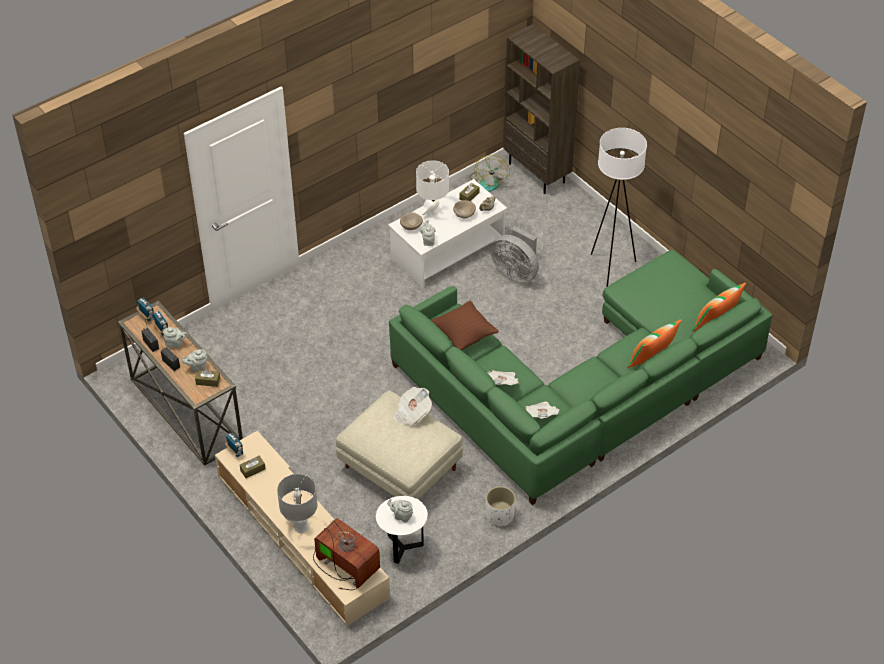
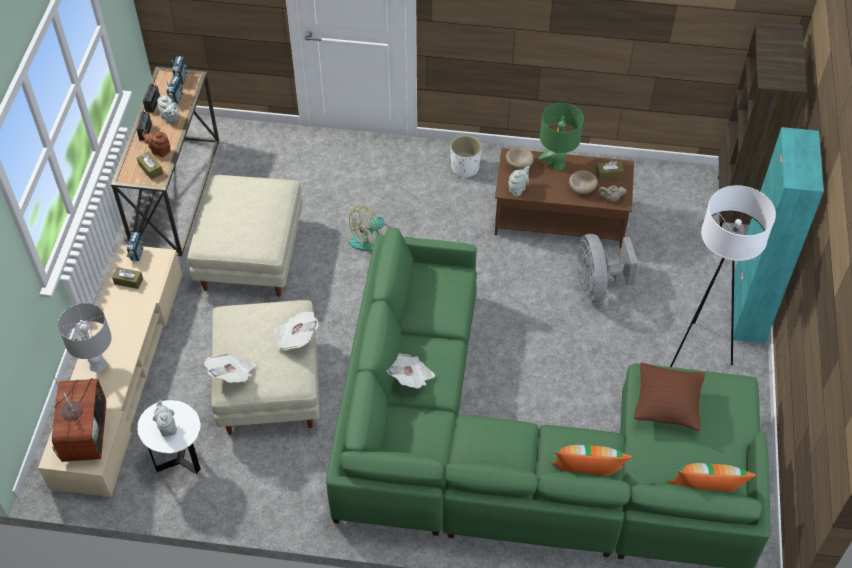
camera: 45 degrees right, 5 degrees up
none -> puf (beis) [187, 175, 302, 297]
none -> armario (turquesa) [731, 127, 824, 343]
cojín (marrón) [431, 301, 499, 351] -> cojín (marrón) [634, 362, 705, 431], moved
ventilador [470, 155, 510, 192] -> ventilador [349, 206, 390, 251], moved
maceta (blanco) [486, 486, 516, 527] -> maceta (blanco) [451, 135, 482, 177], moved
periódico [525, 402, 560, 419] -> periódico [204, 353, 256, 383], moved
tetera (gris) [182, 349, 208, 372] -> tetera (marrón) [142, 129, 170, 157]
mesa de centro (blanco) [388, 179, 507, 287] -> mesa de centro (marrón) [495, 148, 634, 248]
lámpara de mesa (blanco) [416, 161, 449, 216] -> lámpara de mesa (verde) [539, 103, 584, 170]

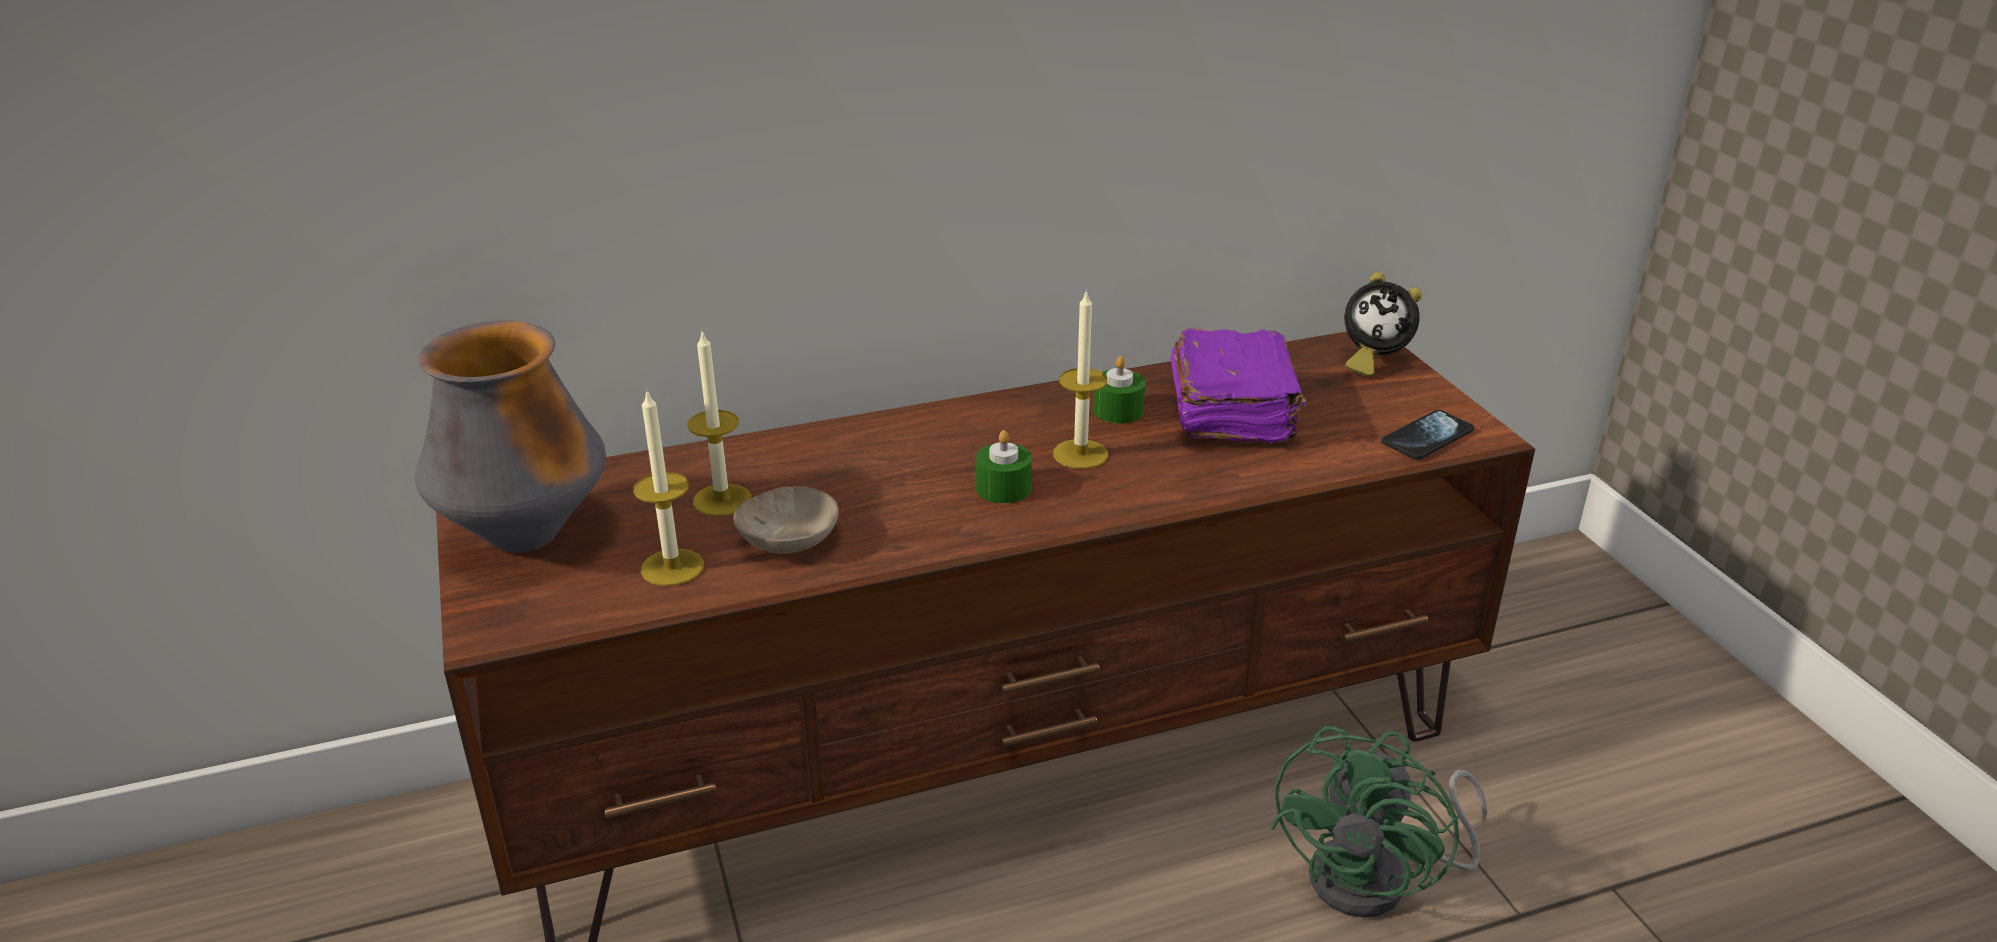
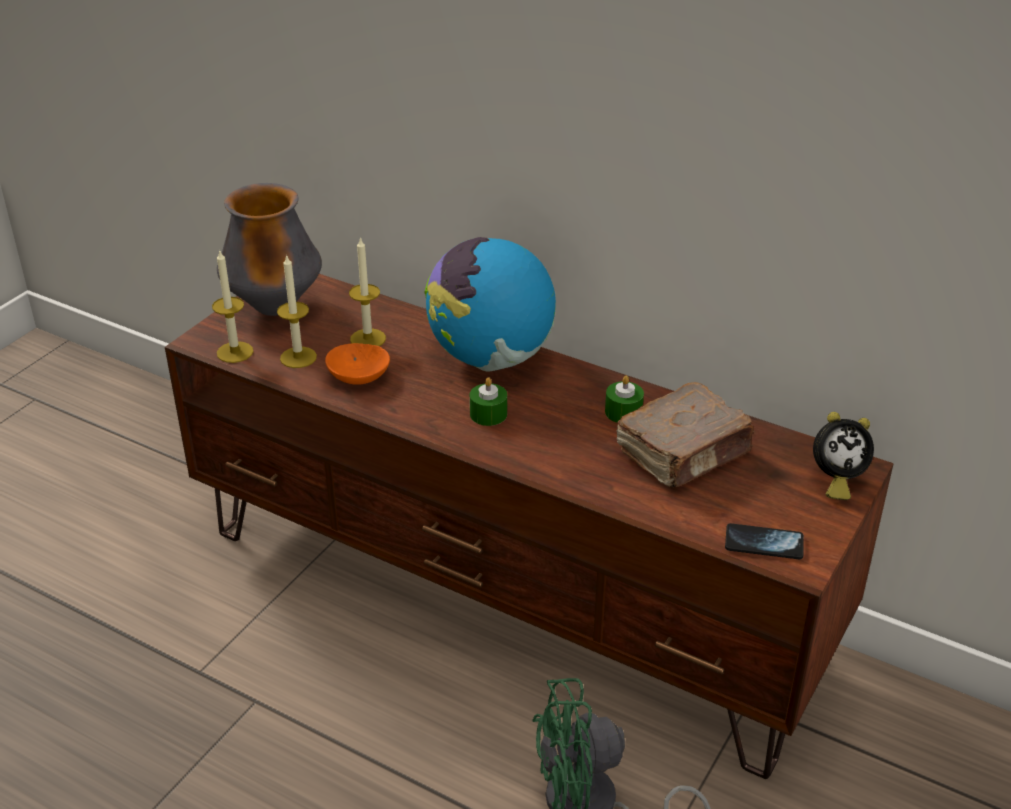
camera: 50 degrees right, 5 degrees up
none -> globo terráqueo [425, 237, 556, 371]
vela [1053, 289, 1108, 469] -> vela [212, 249, 253, 363], moved
cuenco (beis) [733, 486, 839, 554] -> cuenco (naranja) [325, 343, 390, 385]
libro (morado) [1170, 328, 1306, 443] -> libro (marrón) [616, 382, 754, 488]
despertador [1344, 272, 1422, 377] -> despertador [813, 412, 874, 500], 75 degrees counterclockwise

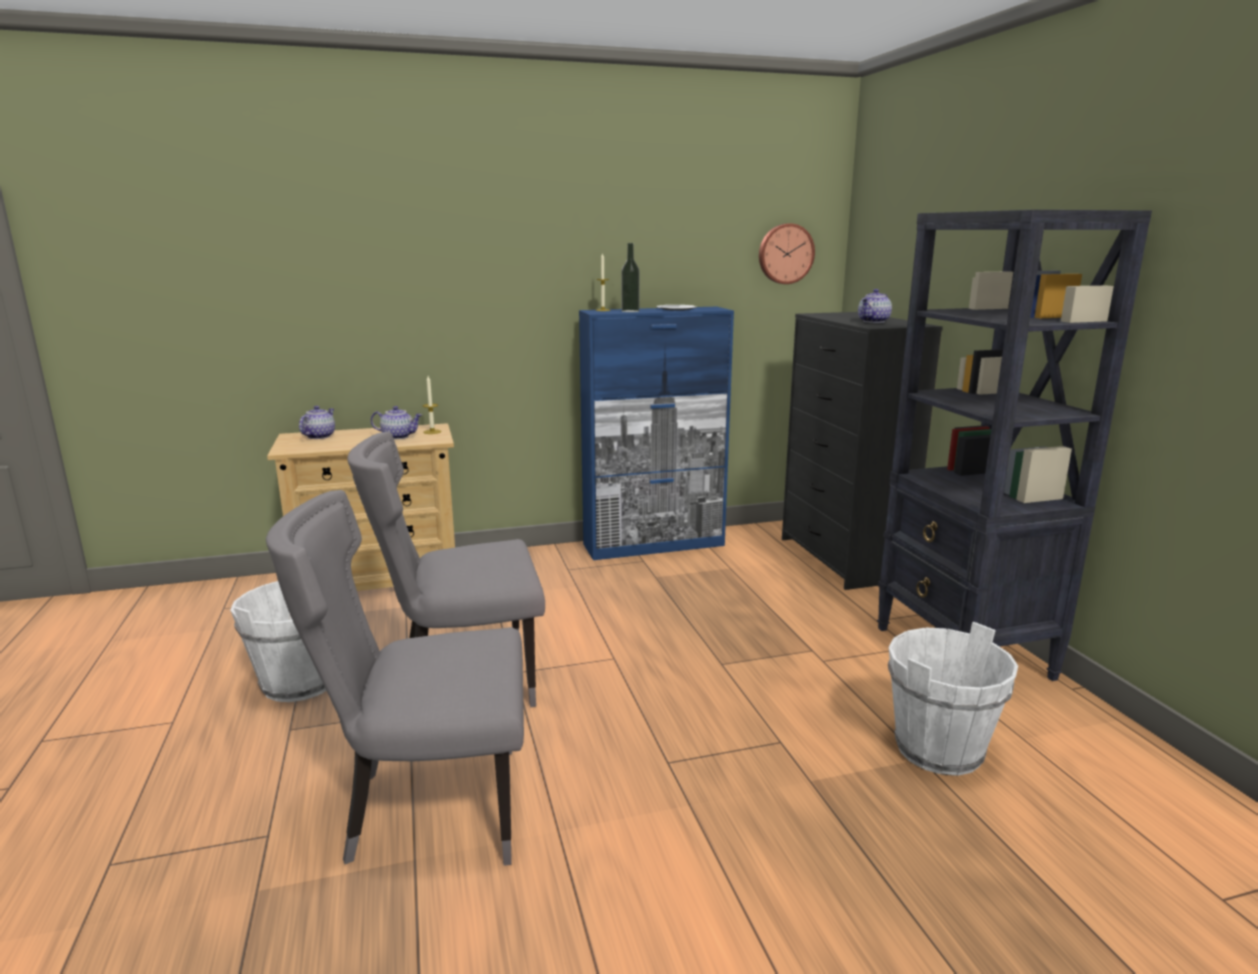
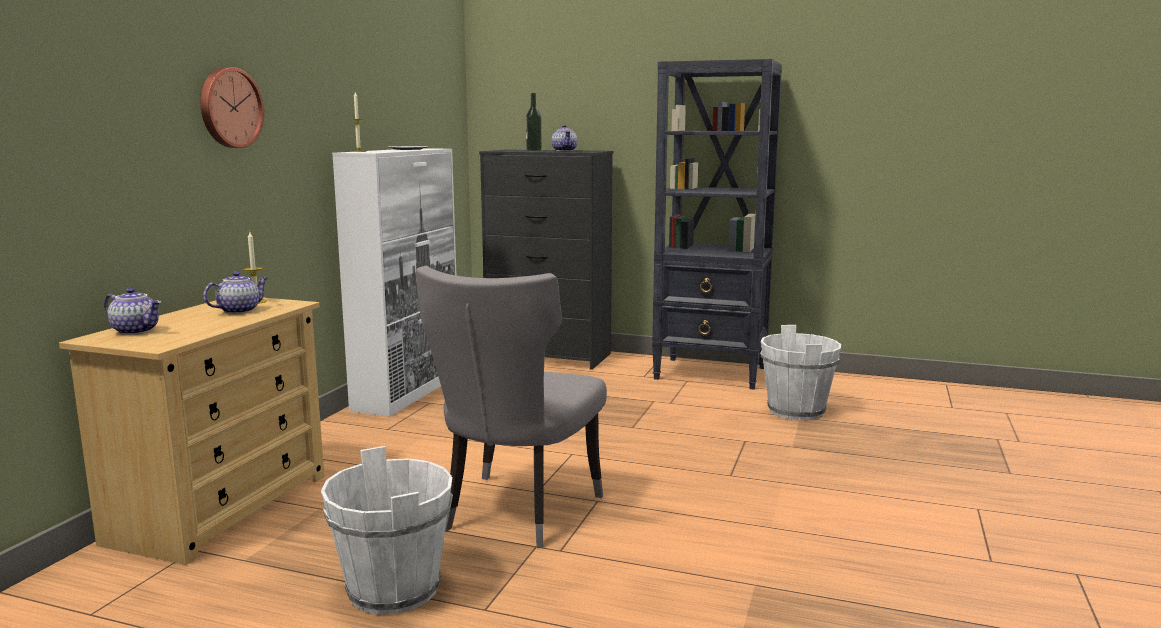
camera: 55 degrees left, 5 degrees down
silla (gris) [266, 490, 524, 866] -> none
botella [621, 243, 640, 312] -> botella [526, 93, 542, 152], moved
reloj de pared [759, 223, 815, 284] -> reloj de pared [200, 67, 264, 148], moved
armario (azul) [579, 307, 734, 560] -> armario (blanco) [332, 148, 456, 417]
tetera [299, 406, 335, 439] -> tetera [104, 288, 161, 335], 150 degrees clockwise

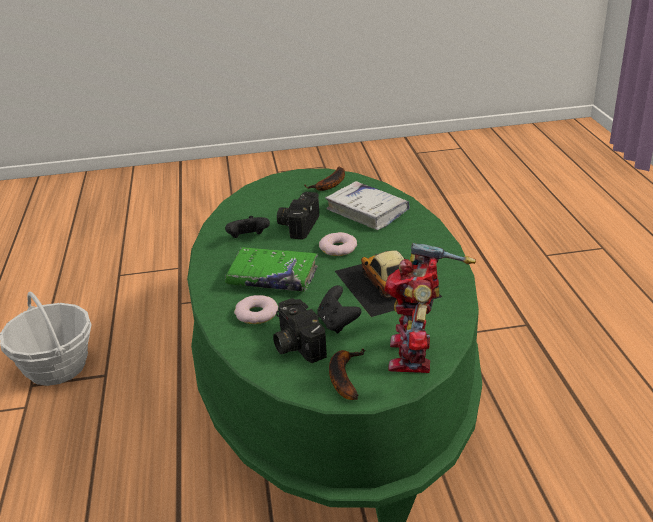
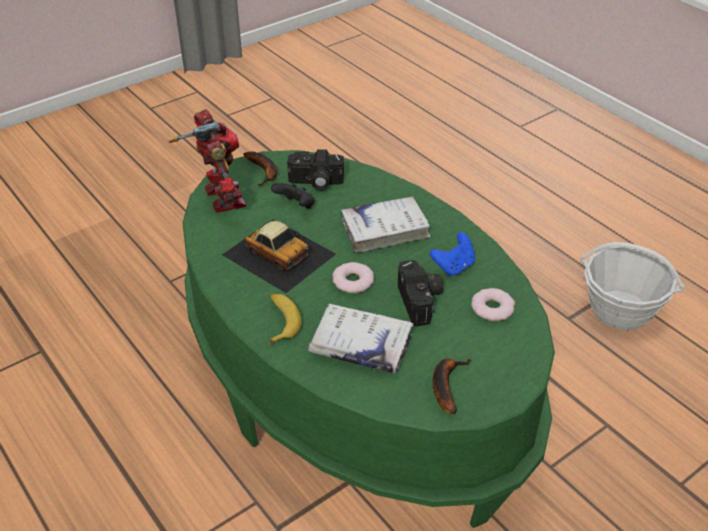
camera: 150 degrees right, 10 degrees up
none -> plátano [270, 294, 302, 344]
rosquilla [234, 295, 278, 324] -> rosquilla [471, 288, 515, 321], moved
mando de consola (negro) [225, 216, 270, 238] -> mando de consola (azul) [430, 232, 475, 276]
libro (verde) [225, 247, 318, 292] -> libro (blanco) [341, 196, 431, 253]
cámara [273, 298, 327, 363] -> cámara [287, 149, 344, 191], 150 degrees clockwise

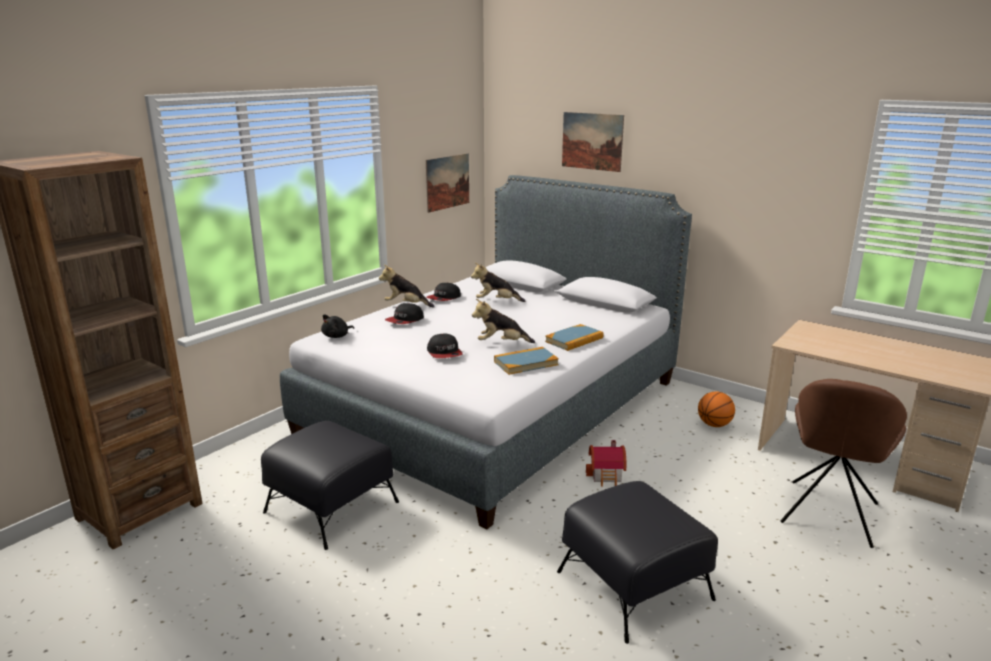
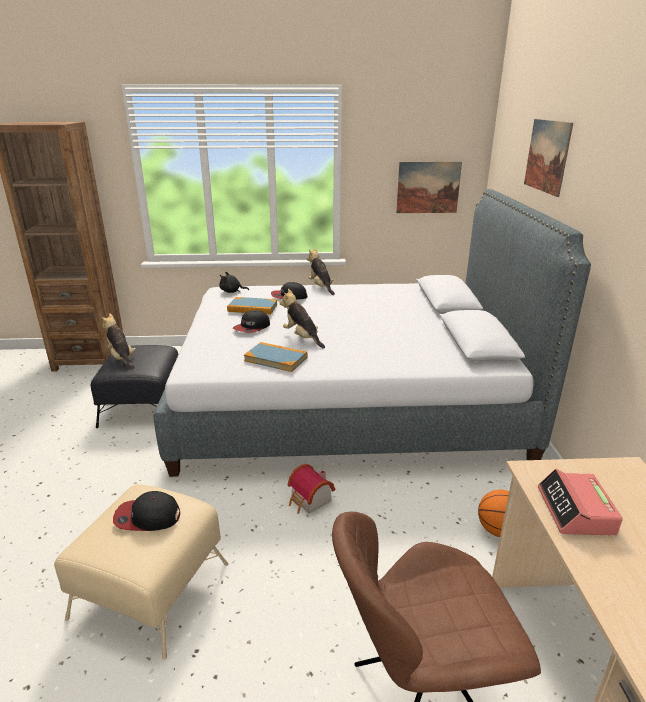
camera: 50 degrees right, 5 degrees up
none -> despertador [538, 469, 623, 536]
gorra [427, 283, 461, 301] -> gorra [113, 491, 180, 531], moved
peluche [471, 263, 525, 302] -> peluche [102, 313, 136, 369], moved
libro [545, 324, 603, 351] -> libro [227, 297, 278, 314], moved
puf (negro) [557, 481, 718, 644] -> puf (beis) [54, 484, 228, 660]

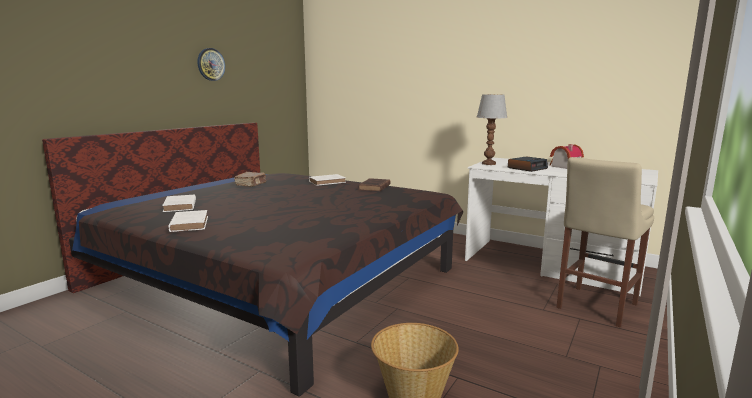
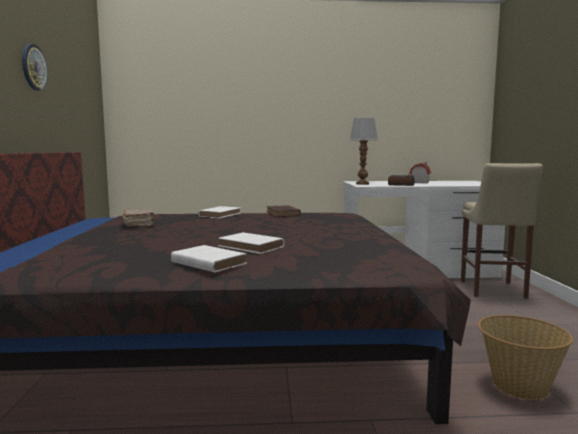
camera: 35 degrees left, 5 degrees down
libro (blanco) [162, 195, 196, 212] -> libro (blanco) [218, 232, 284, 254], moved

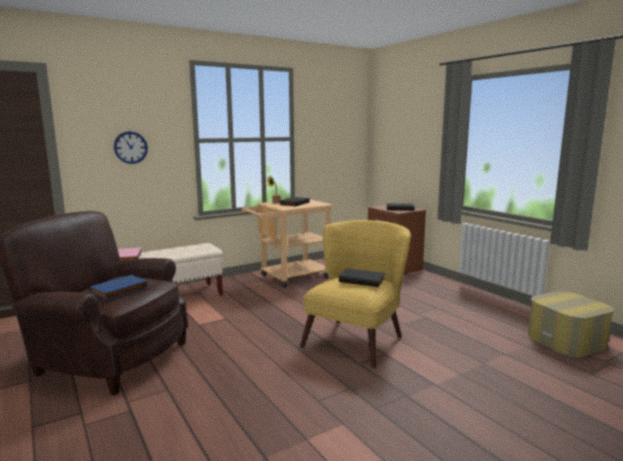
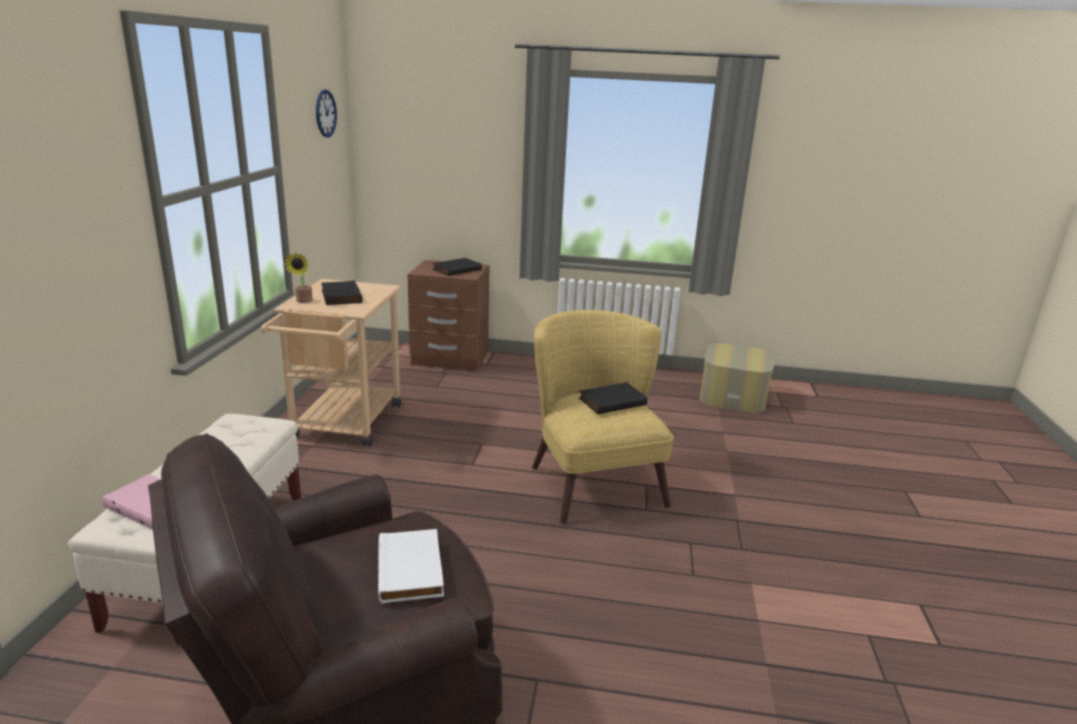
camera: 50 degrees left, 10 degrees up
reloj de pared [114, 131, 148, 164] -> reloj de pared [316, 89, 337, 137], moved
libro (azul) [90, 275, 149, 300] -> libro (blanco) [378, 529, 444, 604]

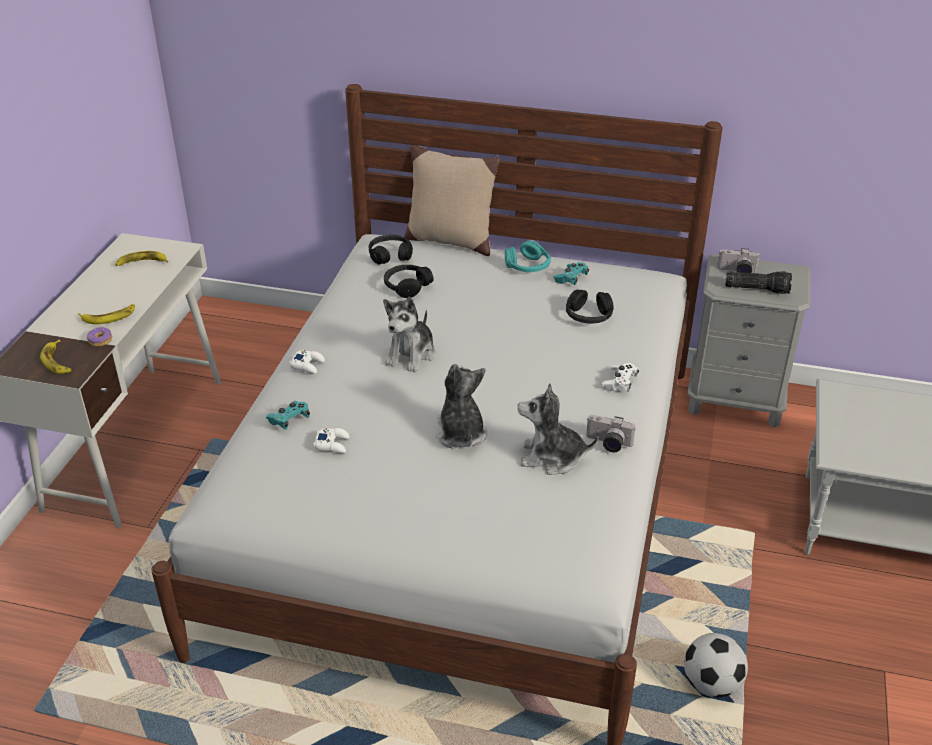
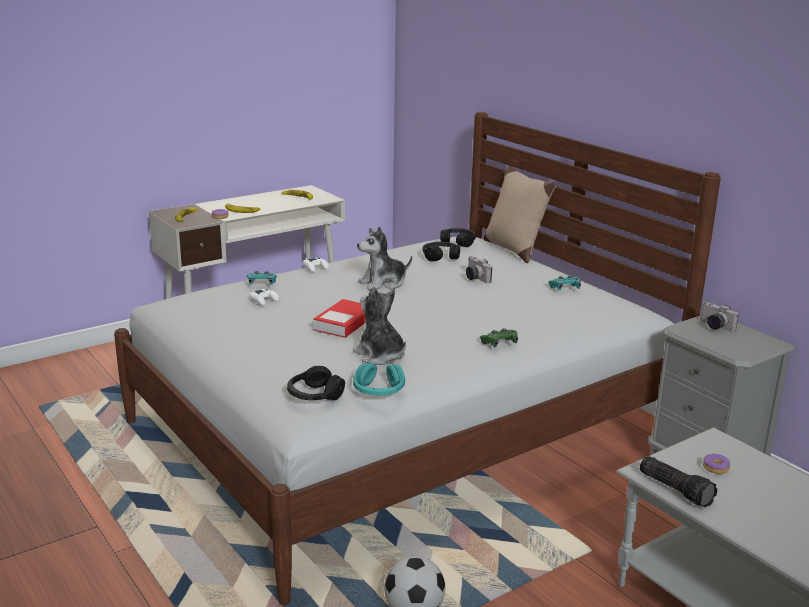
camera: 40 degrees right, 15 degrees down
none -> rosquilla [703, 454, 730, 474]
auriculares (turquesa) [505, 241, 551, 272] -> auriculares (turquesa) [353, 363, 405, 396], moved
auriculares (negro) [566, 289, 614, 323] -> auriculares (negro) [287, 366, 345, 400], moved
cámara [586, 415, 636, 452] -> cámara [466, 256, 492, 283], moved
linterna [725, 271, 792, 294] -> linterna [640, 456, 717, 507], moved
peluche [436, 364, 487, 449] -> libro [313, 299, 365, 338]
mando de consola (blanco) [602, 363, 639, 391] -> mando de consola (verde) [480, 328, 518, 347]

